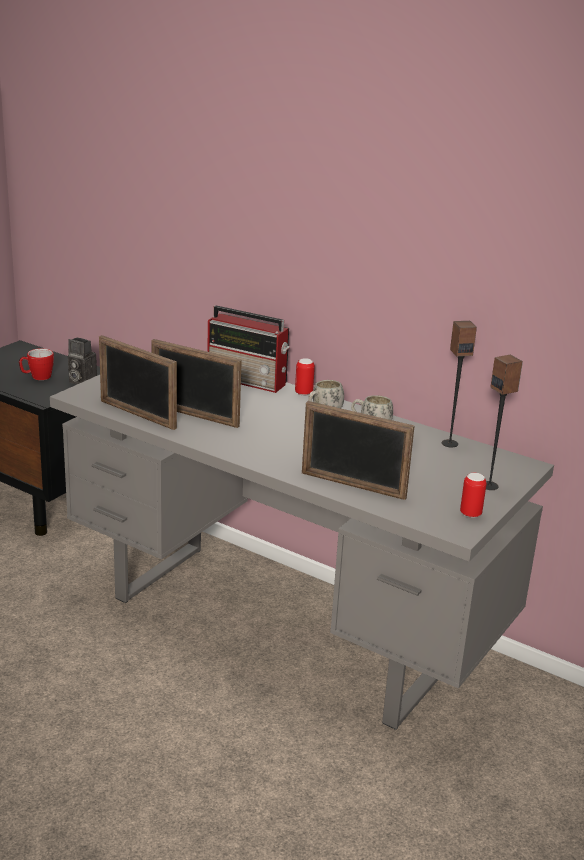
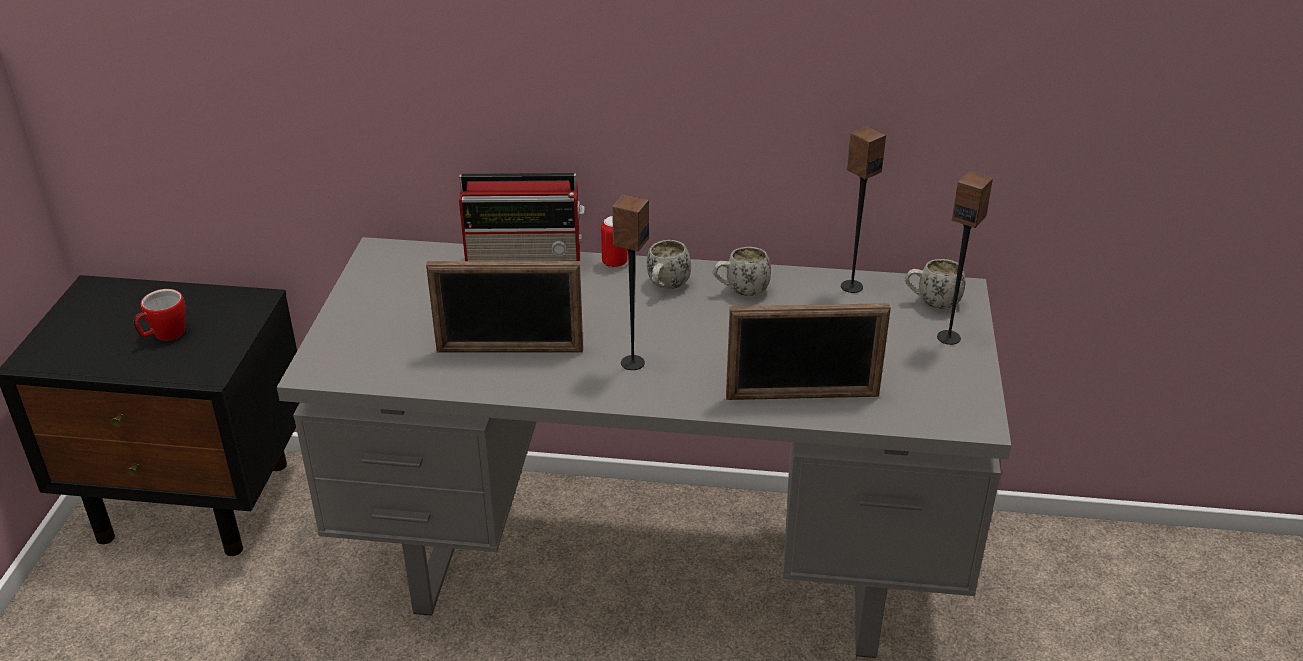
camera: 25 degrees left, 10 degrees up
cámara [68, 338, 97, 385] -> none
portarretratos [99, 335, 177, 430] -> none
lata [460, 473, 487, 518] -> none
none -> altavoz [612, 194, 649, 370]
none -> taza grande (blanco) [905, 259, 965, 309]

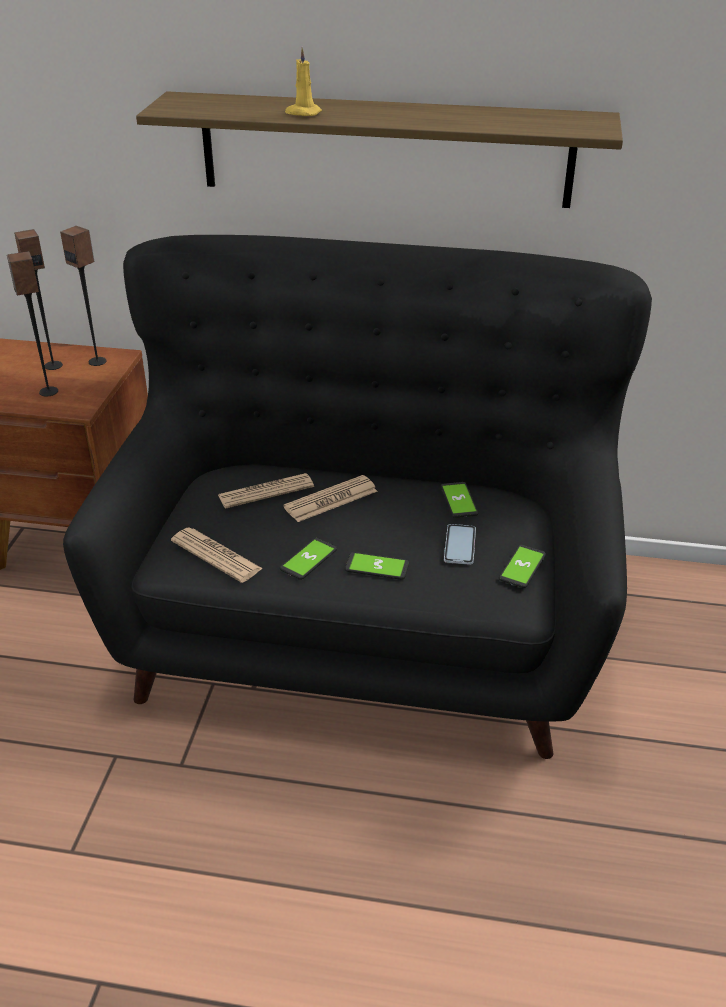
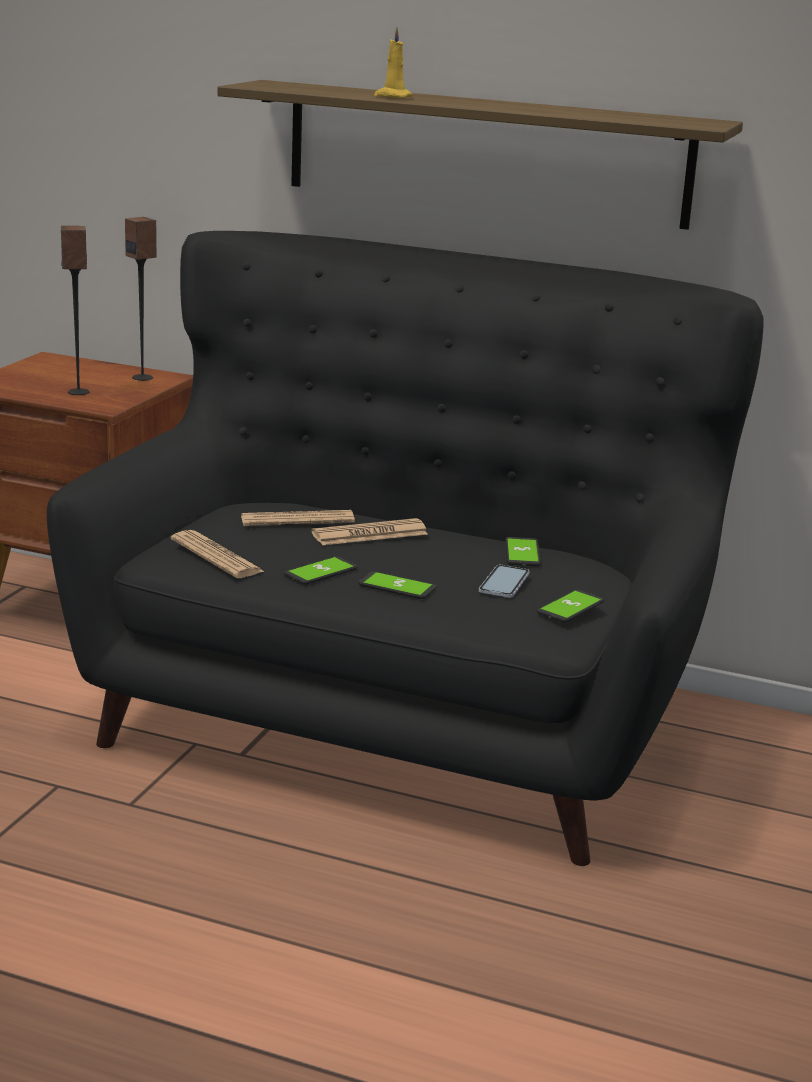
camera: 10 degrees right, 15 degrees down
altavoz [14, 229, 63, 370] -> none

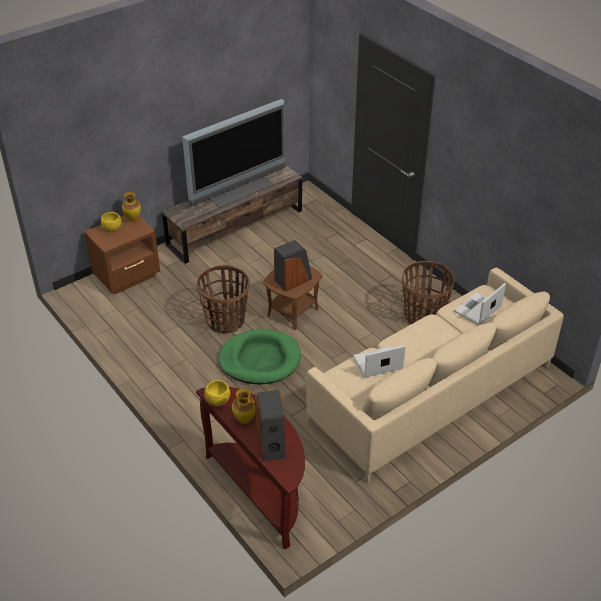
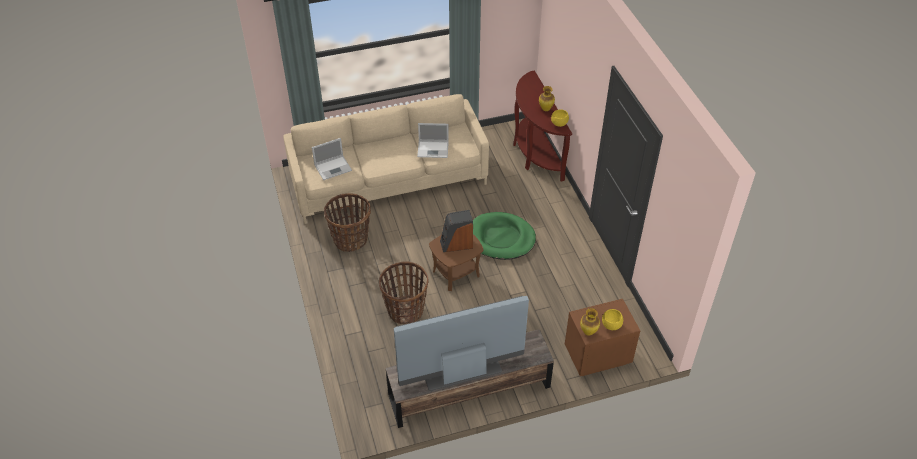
camera: 160 degrees left, 5 degrees up
altavoz [255, 390, 286, 461] -> none
cesta [196, 265, 250, 334] -> cesta [379, 262, 429, 324], moved

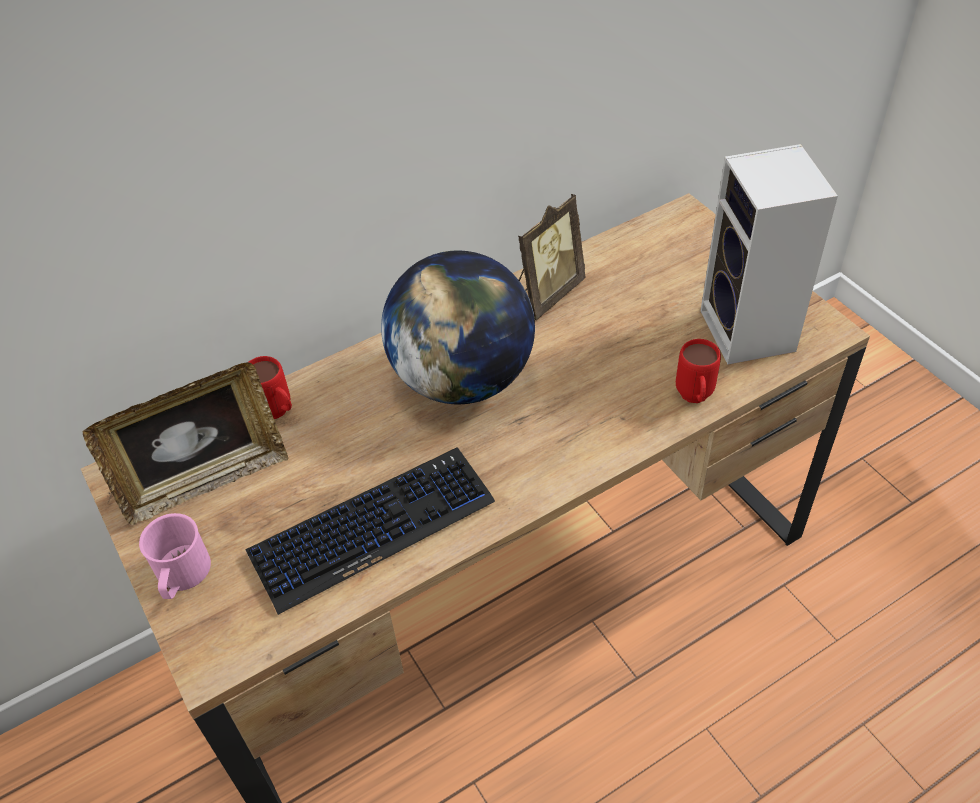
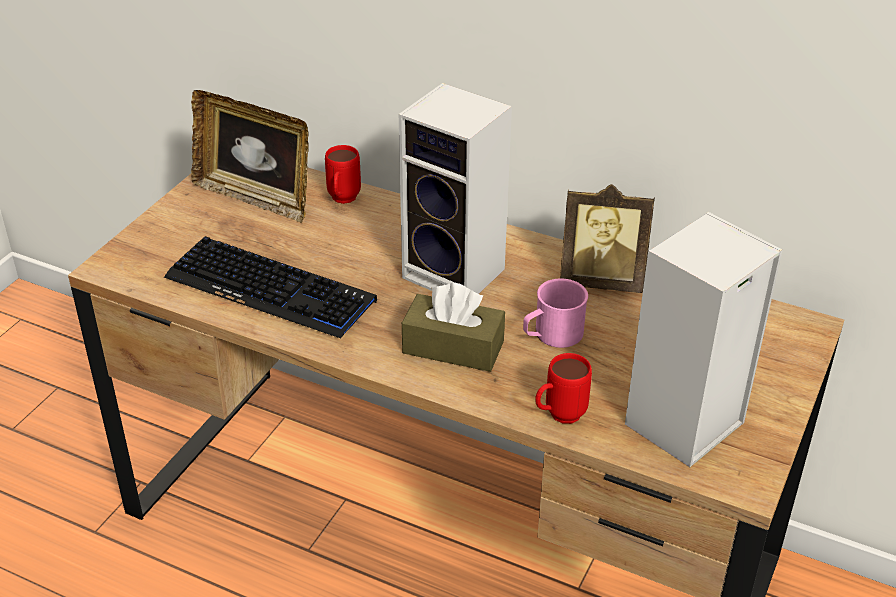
camera: 55 degrees right, 10 degrees down
none -> caja de pañuelos (marrón) [402, 283, 505, 372]
taza grande (rosa) [139, 513, 211, 599] -> taza grande (rosa) [523, 278, 588, 348], moved
globo terráqueo [381, 250, 535, 405] -> altavoz [399, 83, 512, 294]

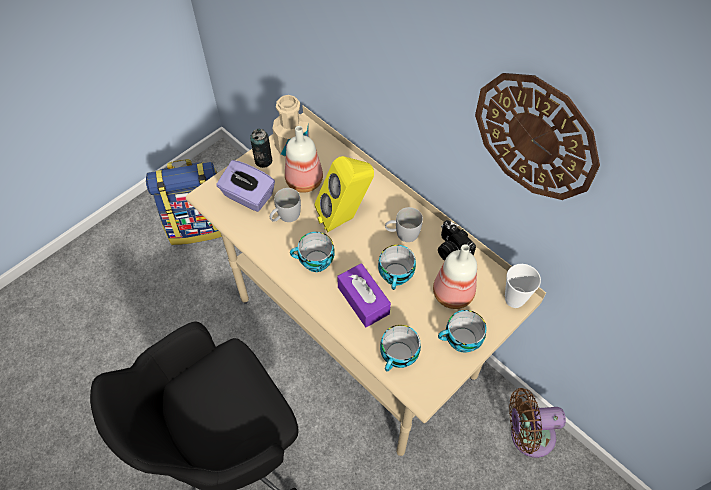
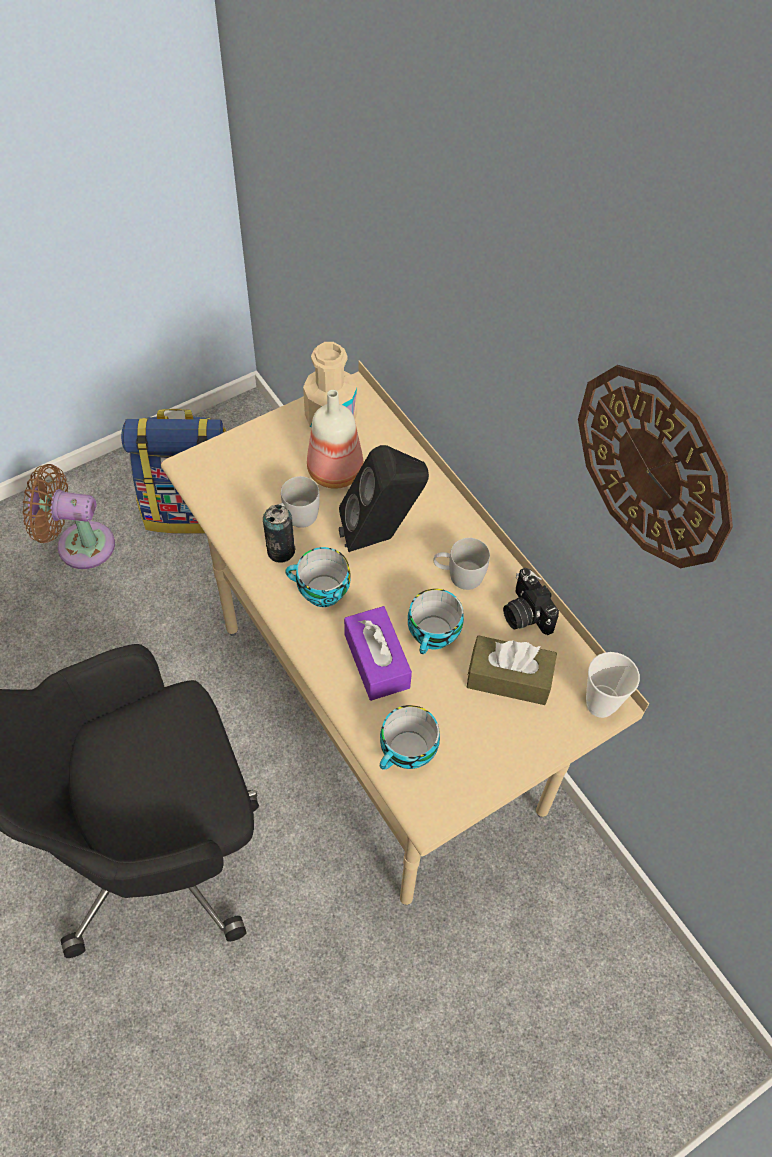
camera: 10 degrees right, 0 degrees up
caja de pañuelos (morado) [217, 160, 275, 212] -> none
taza [438, 310, 487, 352] -> none
lata [250, 129, 272, 168] -> lata [263, 504, 295, 563], moved
ventilador (marrón) [509, 388, 566, 458] -> ventilador (marrón) [23, 464, 115, 569], moved
botella [433, 244, 477, 309] -> caja de pañuelos (marrón) [467, 635, 557, 705]
altavoz (amarillo) [315, 156, 374, 232] -> altavoz (negro) [339, 445, 429, 552]

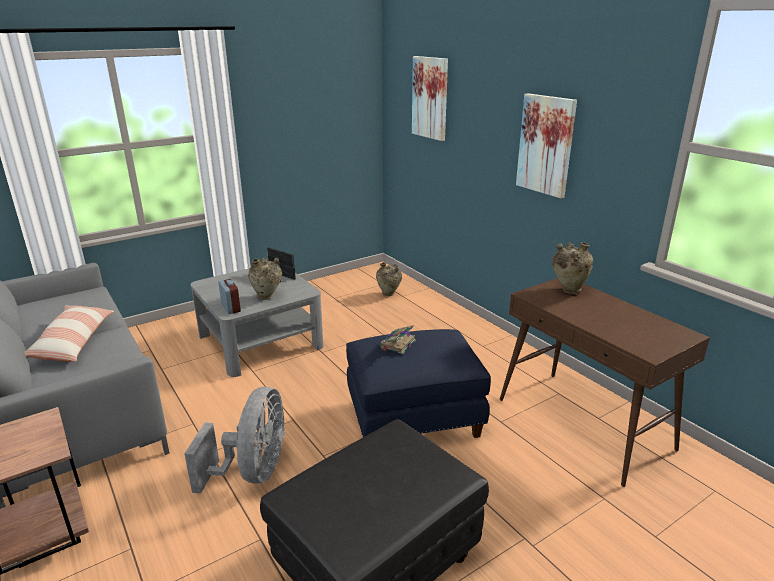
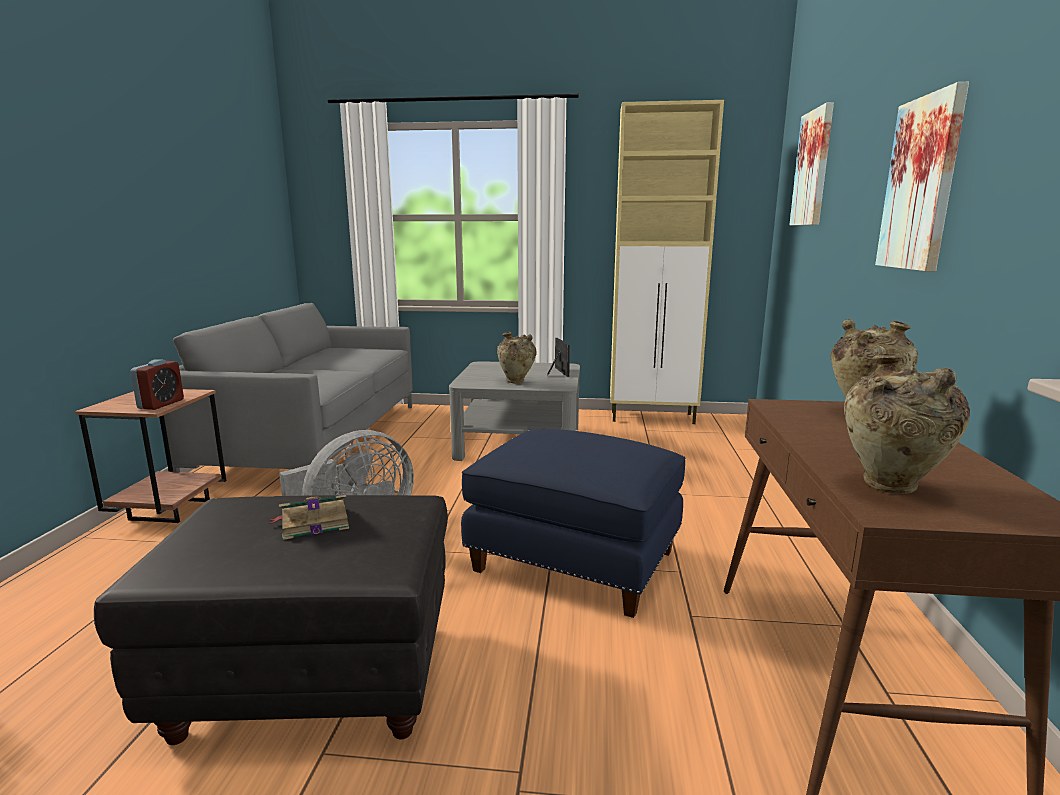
camera: 40 degrees right, 10 degrees down
cojín [24, 305, 114, 362] -> none
none -> armario (beis) [610, 100, 724, 424]
despertador [218, 279, 241, 314] -> despertador [130, 359, 184, 410], moved
florero (beis) [376, 262, 402, 296] -> florero (beis) [844, 353, 970, 494], moved
libro [380, 325, 416, 354] -> libro [269, 494, 349, 540], moved

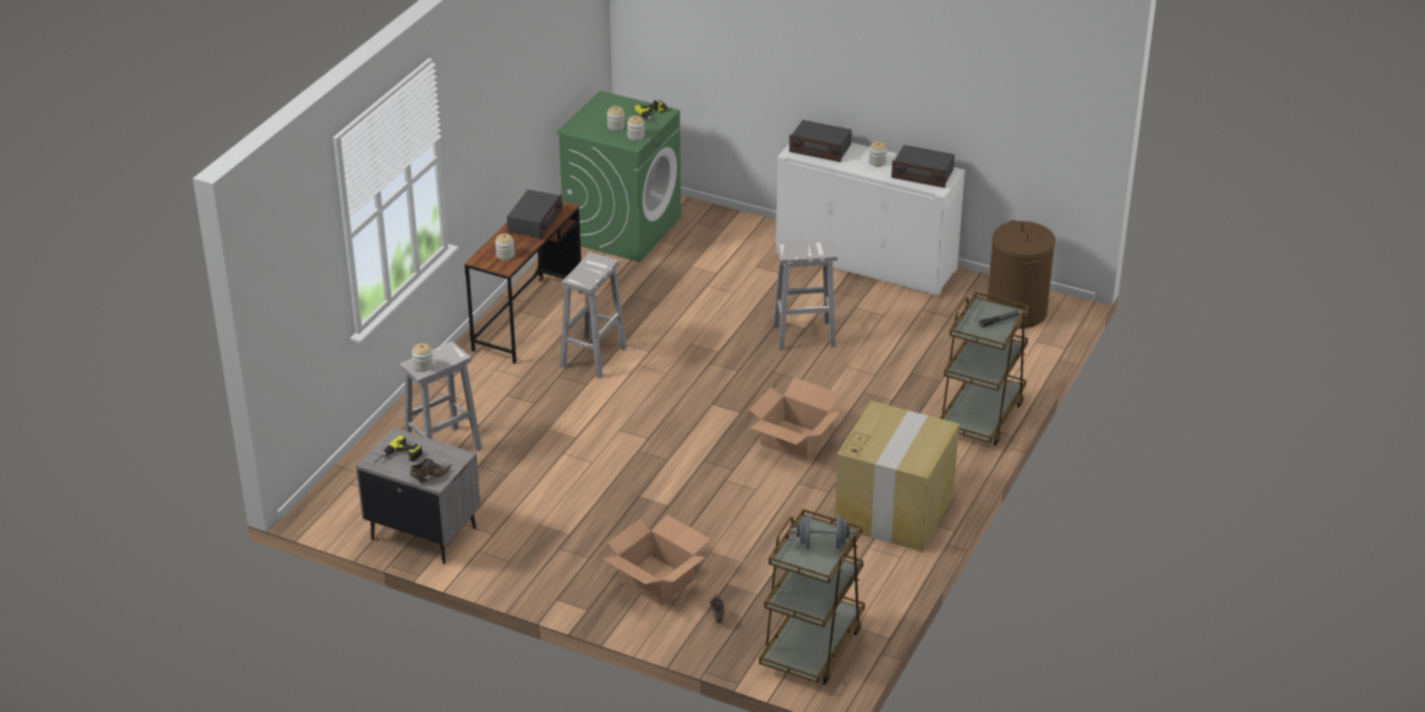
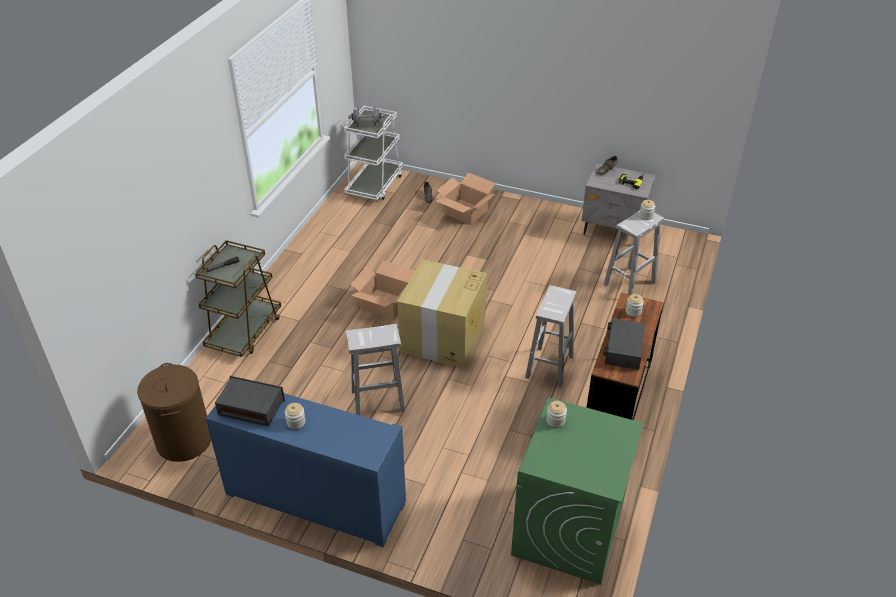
camera: 175 degrees right, 5 degrees up
tarro [607, 106, 625, 131] -> none
taladro [634, 100, 667, 124] -> none
radio [789, 120, 852, 162] -> none
caja de cartón [834, 401, 959, 552] -> caja de cartón [398, 259, 487, 368], moved
carrito (marrón) [759, 509, 865, 685] -> carrito (blanco) [344, 106, 403, 200]
armario (blanco) [776, 142, 965, 296] -> armario (azul) [205, 393, 406, 547]

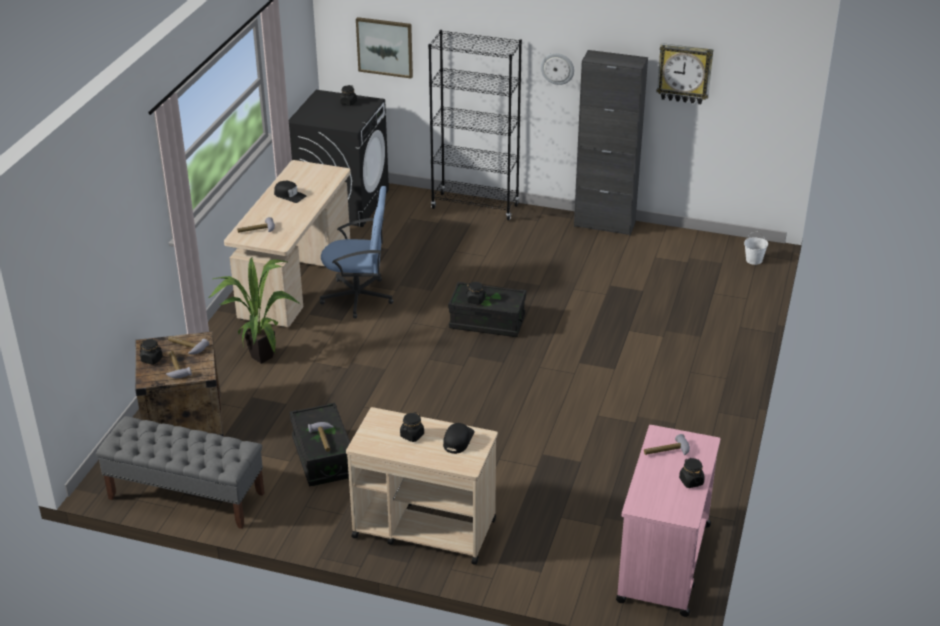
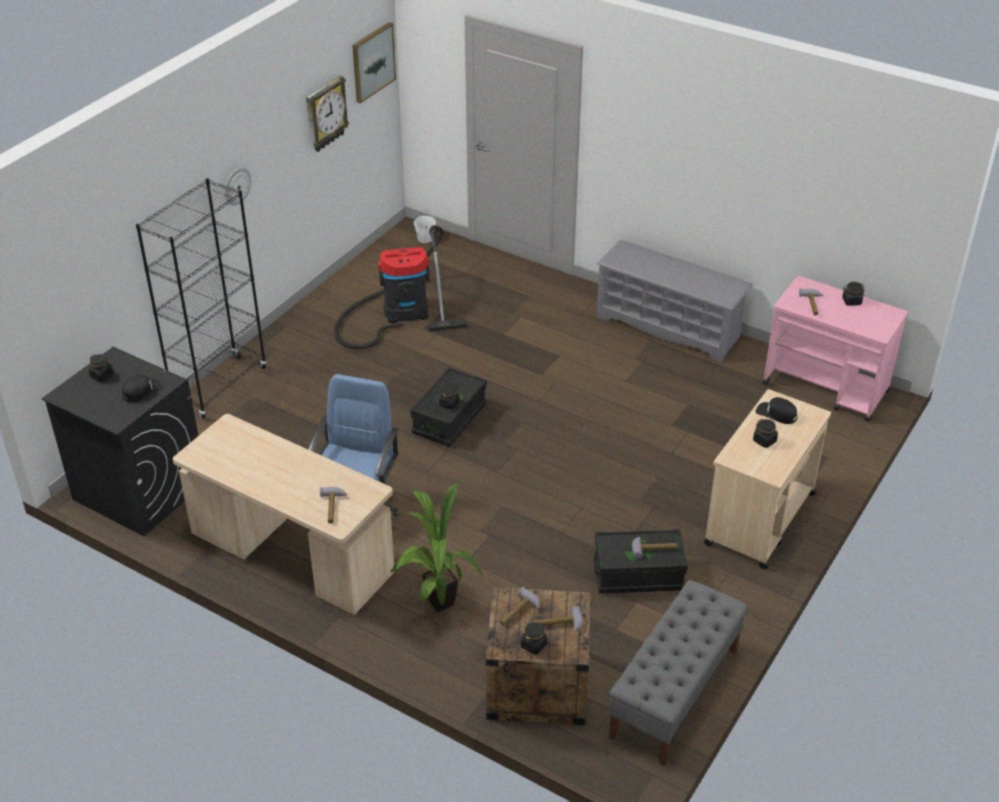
camera: 75 degrees left, 5 degrees up
armario (negro) [574, 50, 648, 236] -> none
none -> aspiradora [334, 225, 467, 349]
none -> zapatero (gris) [596, 240, 753, 363]
gorra (negro) [274, 181, 306, 203] -> gorra (negro) [122, 375, 164, 402], moved
cuadro [356, 17, 413, 78] -> cuadro [352, 22, 396, 104], moved

